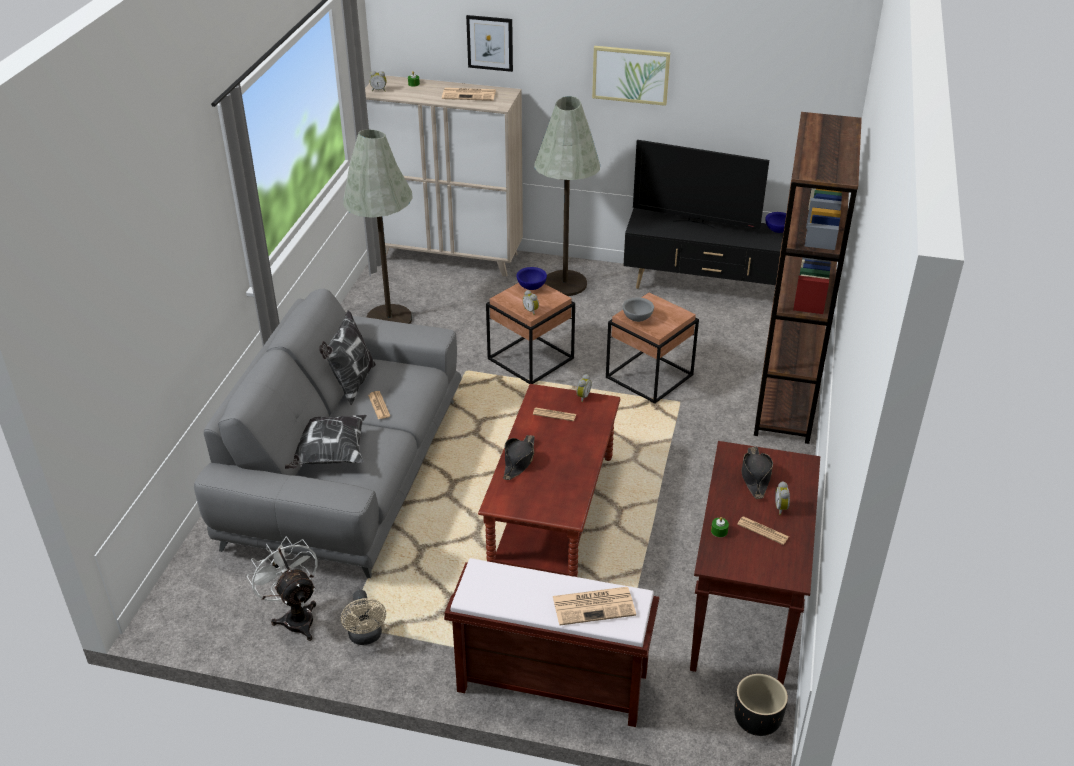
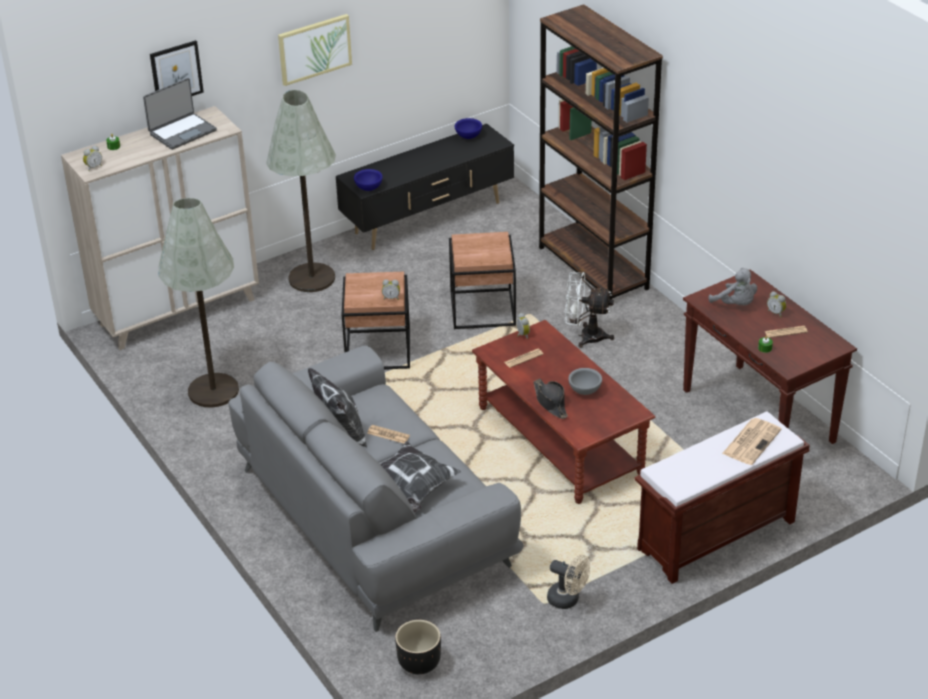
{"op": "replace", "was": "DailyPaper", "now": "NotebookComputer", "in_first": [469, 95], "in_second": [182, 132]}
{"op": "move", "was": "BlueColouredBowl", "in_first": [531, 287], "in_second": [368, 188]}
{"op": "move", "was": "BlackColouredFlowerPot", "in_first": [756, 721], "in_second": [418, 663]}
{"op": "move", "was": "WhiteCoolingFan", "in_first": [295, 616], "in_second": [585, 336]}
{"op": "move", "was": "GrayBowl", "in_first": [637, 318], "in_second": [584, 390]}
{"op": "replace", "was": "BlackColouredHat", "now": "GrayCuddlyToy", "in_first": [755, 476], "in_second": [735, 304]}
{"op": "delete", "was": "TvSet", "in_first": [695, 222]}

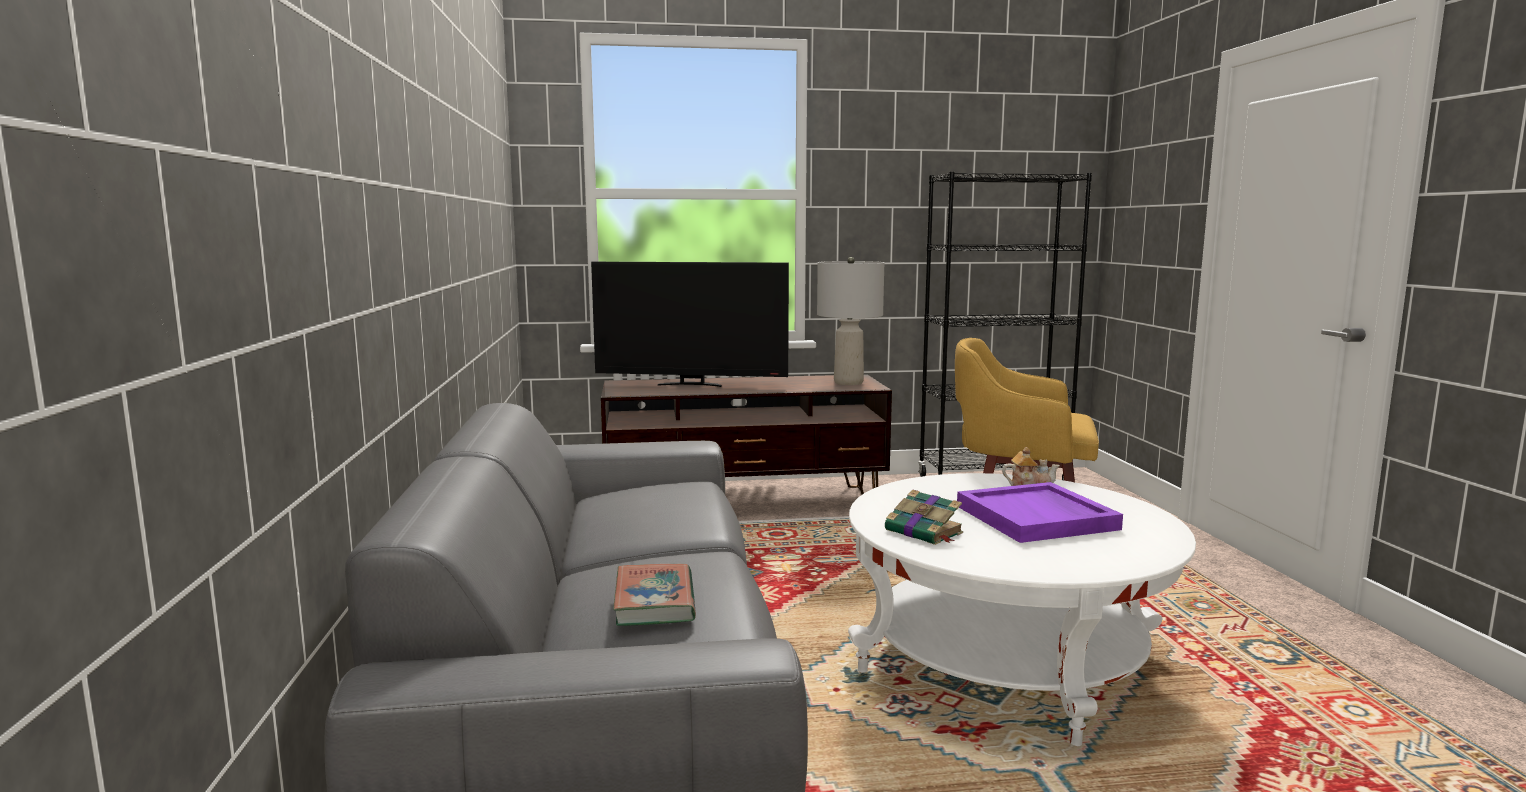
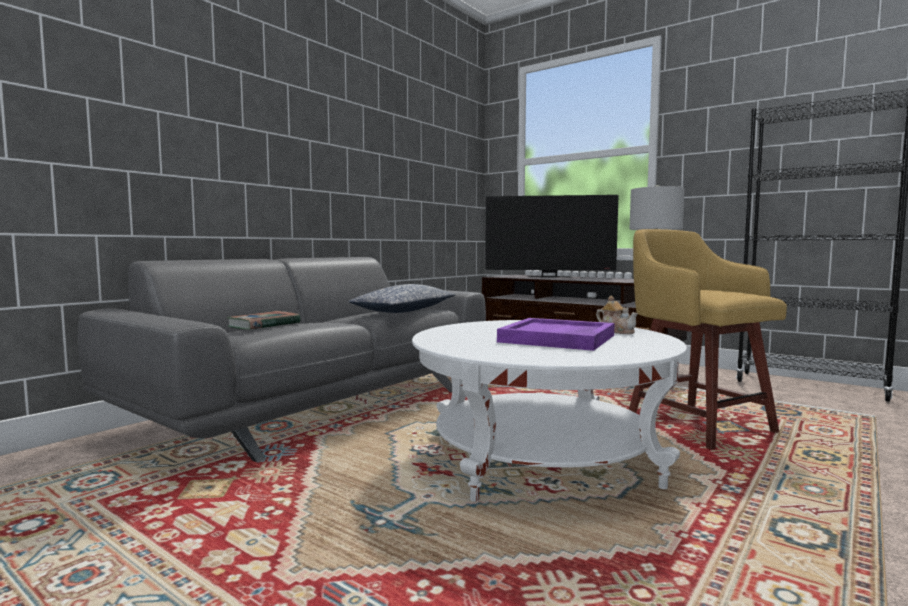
{"op": "insert", "now": "Cushion", "in_second": [404, 311]}
{"op": "rotate", "was": "TvSet", "in_first": [691, 384], "in_second": [549, 277], "clockwise": -45}
{"op": "delete", "was": "Volume", "in_first": [925, 532]}

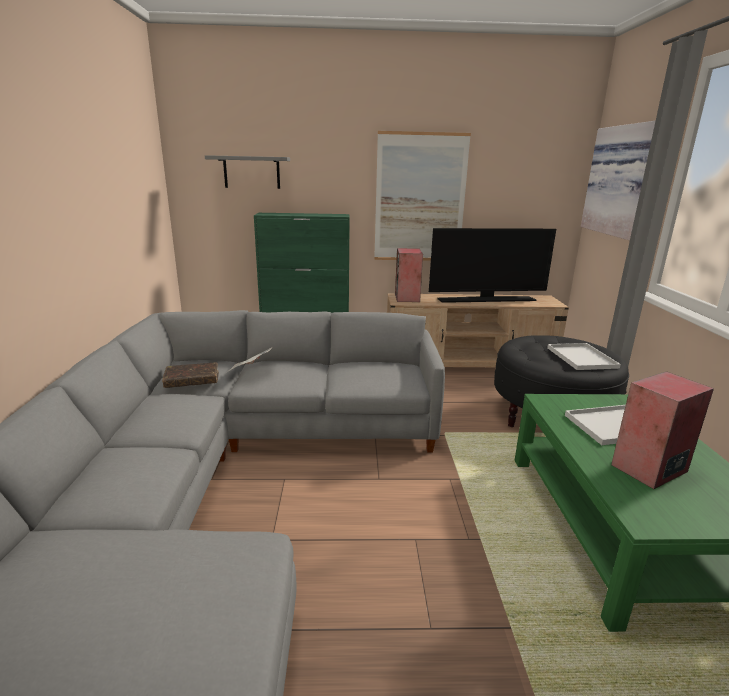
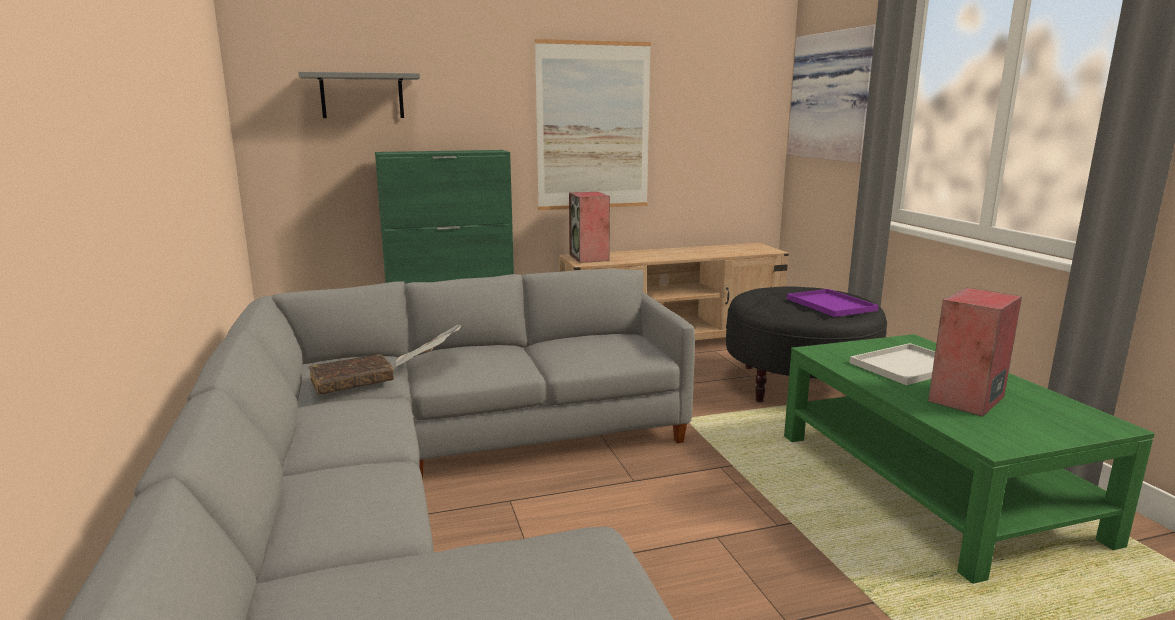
{"op": "recolor", "was": "WhiteServingTray", "now": "PurpleServingTray", "in_first": [583, 358], "in_second": [832, 305]}
{"op": "delete", "was": "TvSet", "in_first": [486, 300]}

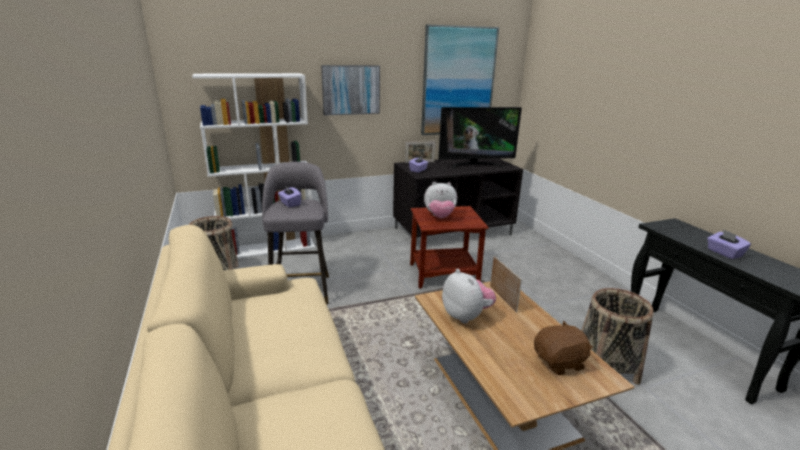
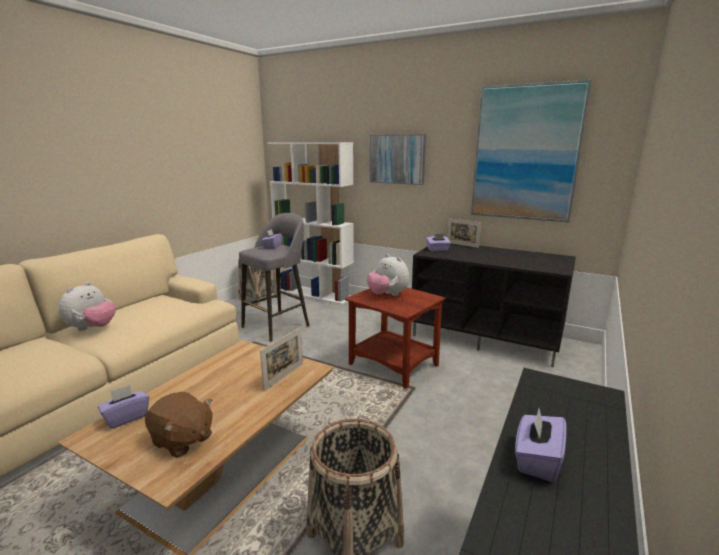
{"op": "move", "was": "CuddlyToy", "in_first": [466, 316], "in_second": [92, 328]}
{"op": "insert", "now": "PurpleTissueBox", "in_second": [126, 417]}
{"op": "delete", "was": "TvSet", "in_first": [475, 165]}

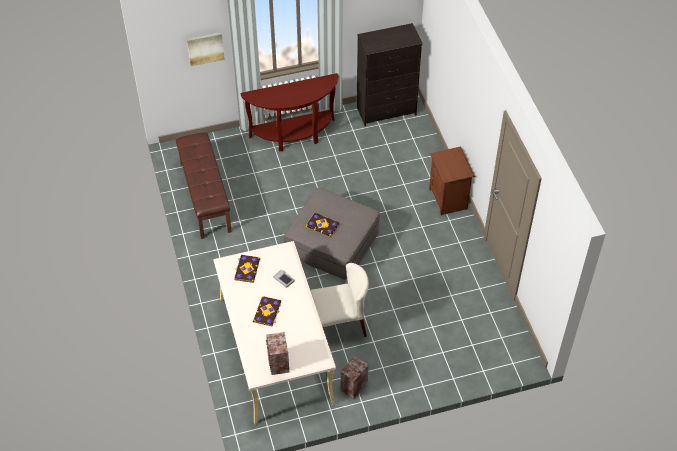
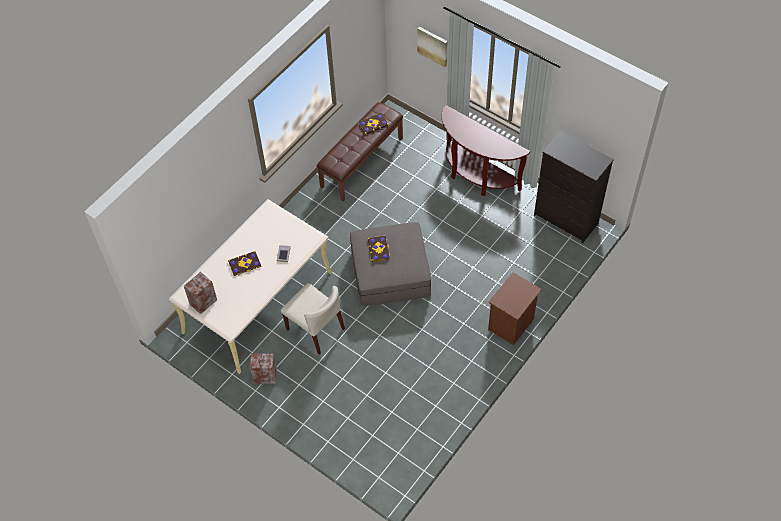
{"op": "move", "was": "Volume", "in_first": [246, 269], "in_second": [373, 124]}

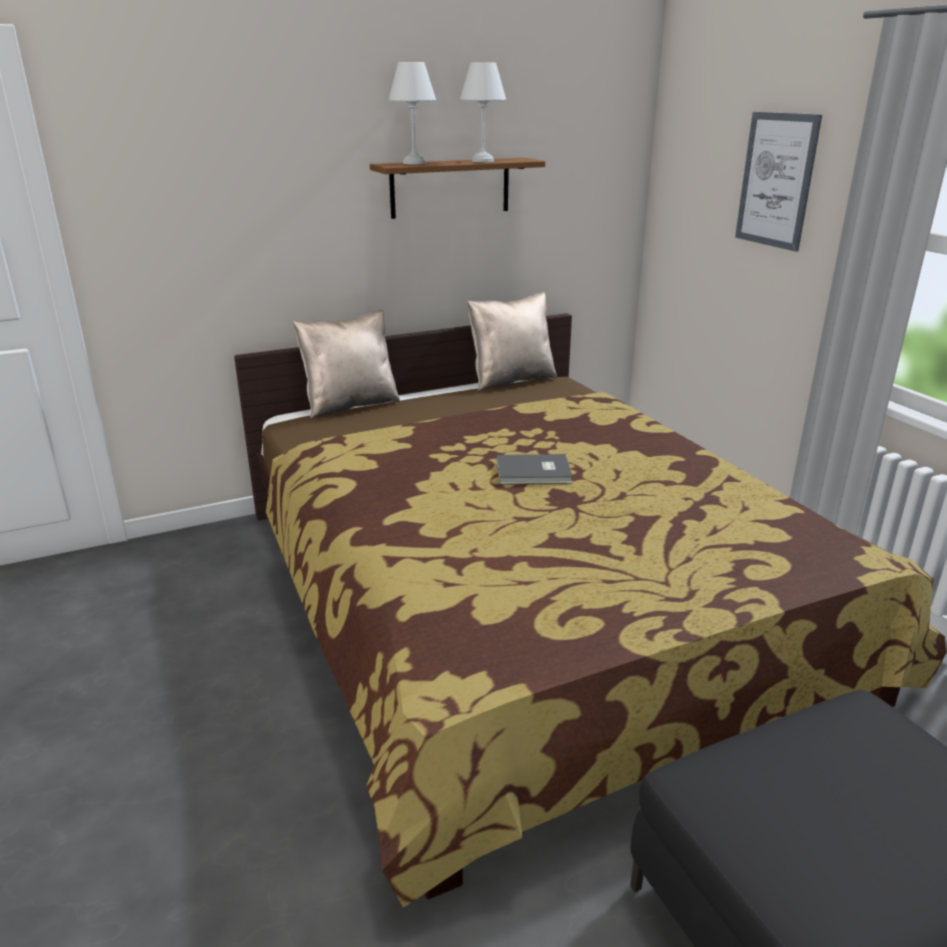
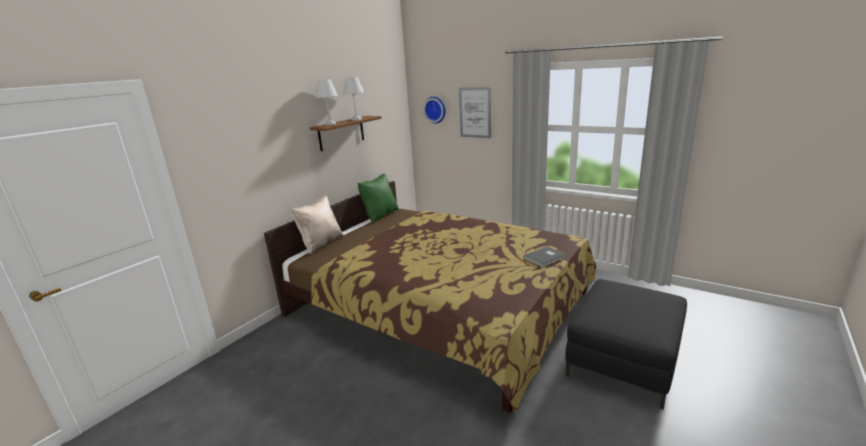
{"op": "recolor", "was": "SandColouredCushion", "now": "GreenColouredCushion", "in_first": [511, 380], "in_second": [380, 215]}
{"op": "insert", "now": "HangingClock", "in_second": [435, 109]}
{"op": "move", "was": "GrayVolume", "in_first": [534, 473], "in_second": [545, 258]}

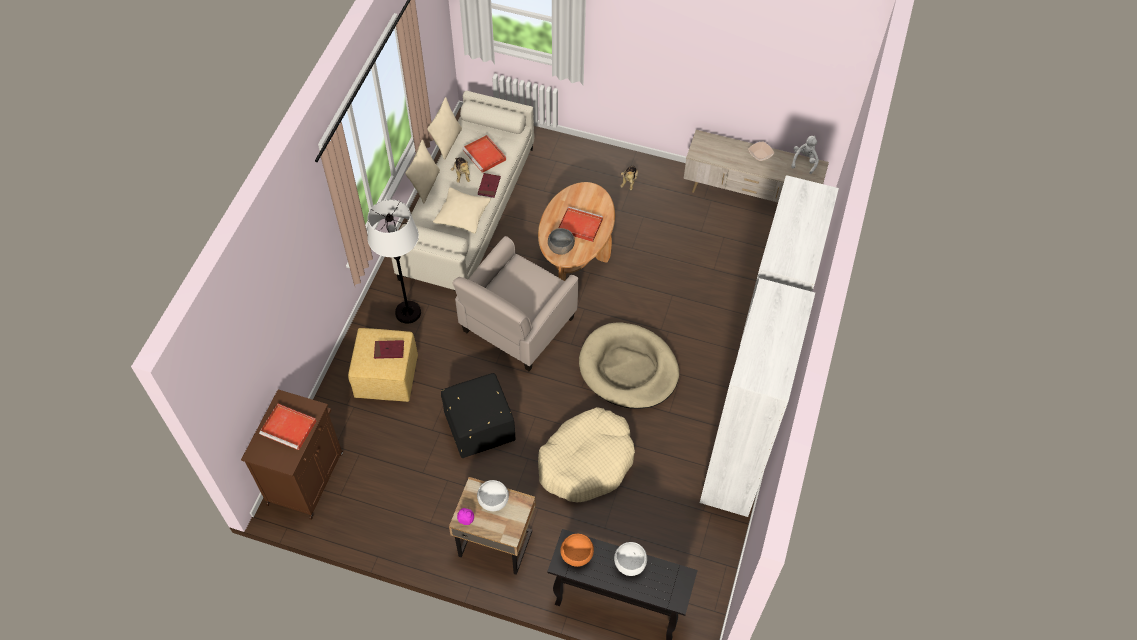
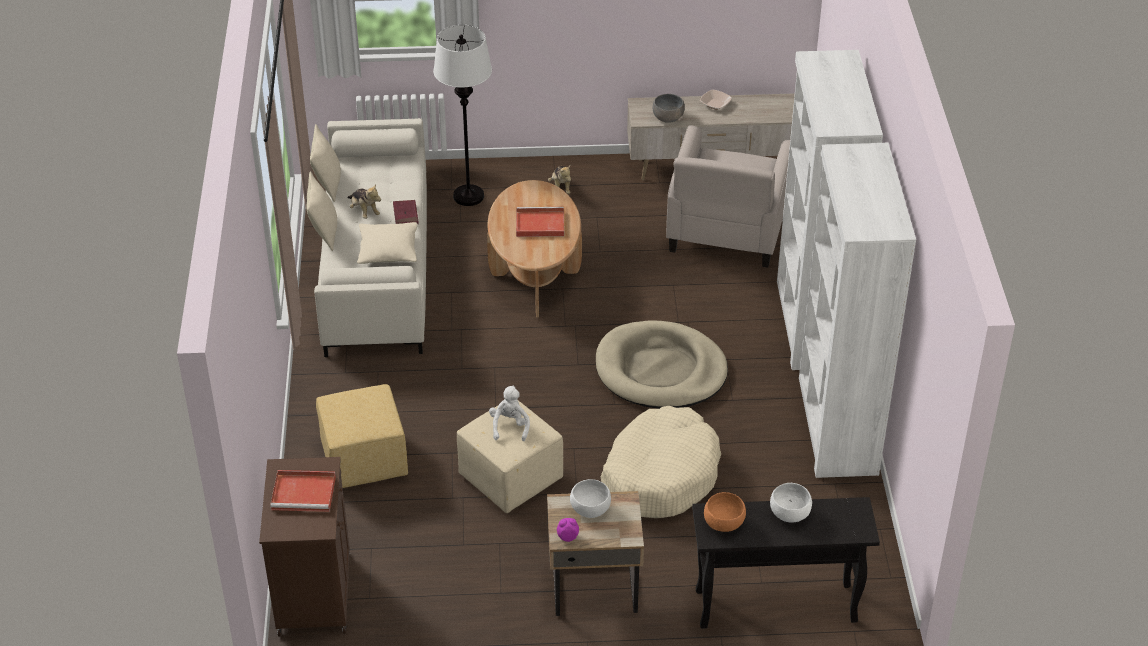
{"op": "move", "was": "WhiteStandingLamp", "in_first": [408, 312], "in_second": [469, 196]}
{"op": "recolor", "was": "BlackColouredOttoman", "now": "SandColouredOttoman", "in_first": [478, 427], "in_second": [509, 479]}
{"op": "move", "was": "WhiteCuddlyToy", "in_first": [804, 161], "in_second": [510, 426]}
{"op": "move", "was": "GrayBowl", "in_first": [560, 247], "in_second": [668, 118]}
{"op": "move", "was": "SandColouredArmchair", "in_first": [517, 325], "in_second": [726, 231]}
{"op": "delete", "was": "ReddishVolume", "in_first": [389, 350]}
{"op": "delete", "was": "ReddishServingTray", "in_first": [485, 155]}

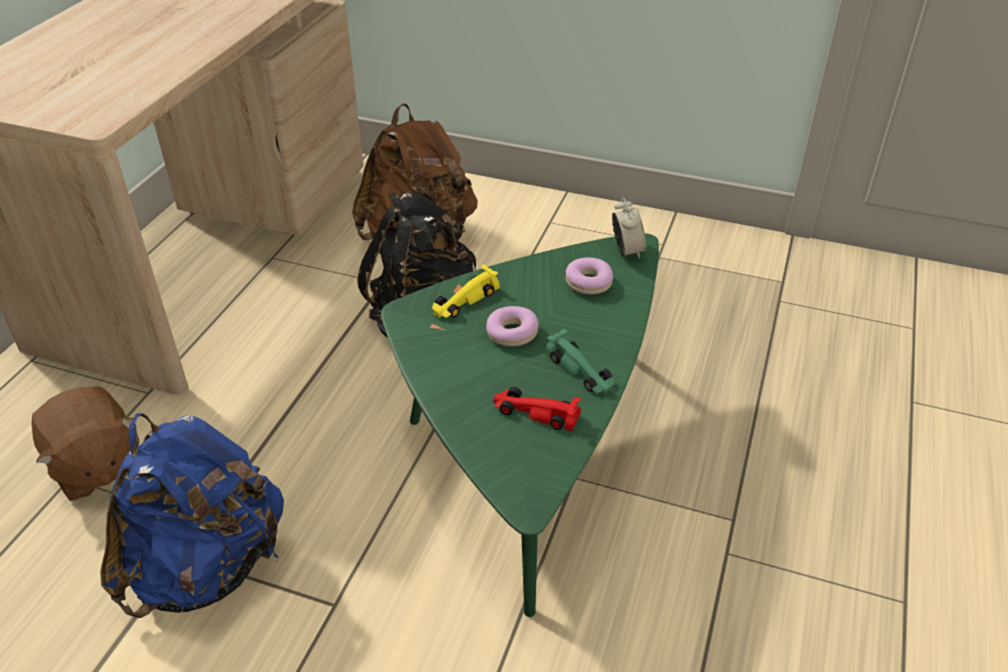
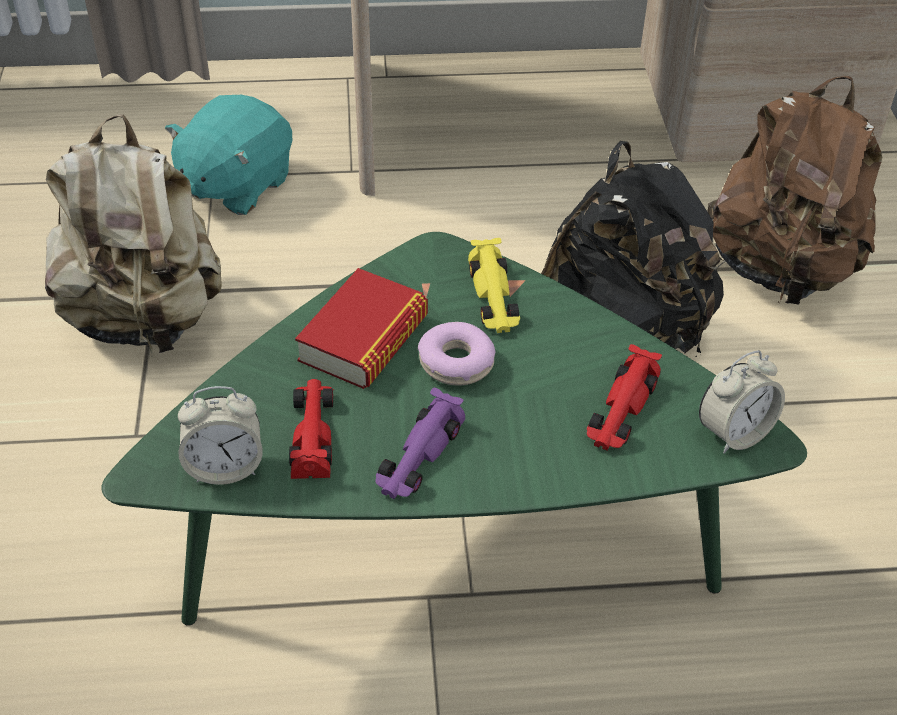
{"op": "recolor", "was": "BlueColouredKnapsack", "now": "SandColouredKnapsack", "in_first": [207, 567], "in_second": [146, 318]}
{"op": "recolor", "was": "BrownColouredCuddlyToy", "now": "TurquoiseCuddlyToy", "in_first": [96, 467], "in_second": [235, 185]}
{"op": "insert", "now": "BedsideClock", "in_second": [225, 467]}
{"op": "insert", "now": "Volume", "in_second": [363, 339]}
{"op": "recolor", "was": "GreenColouredToyCar", "now": "PurpleToyCar", "in_first": [580, 371], "in_second": [419, 455]}
{"op": "rotate", "was": "YellowishToyCar", "in_first": [464, 300], "in_second": [493, 296], "clockwise": -120}
{"op": "replace", "was": "Donut", "now": "ReddishToyCar", "in_first": [588, 282], "in_second": [622, 409]}

